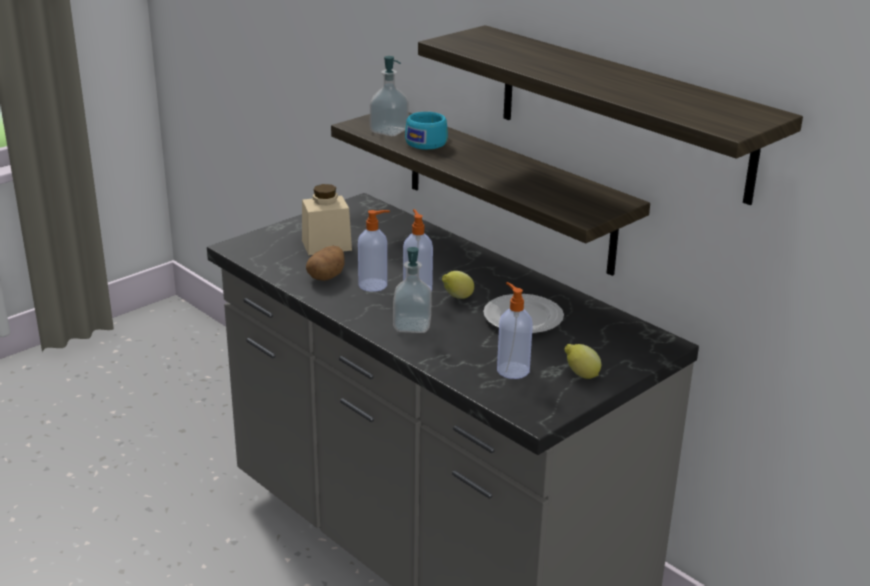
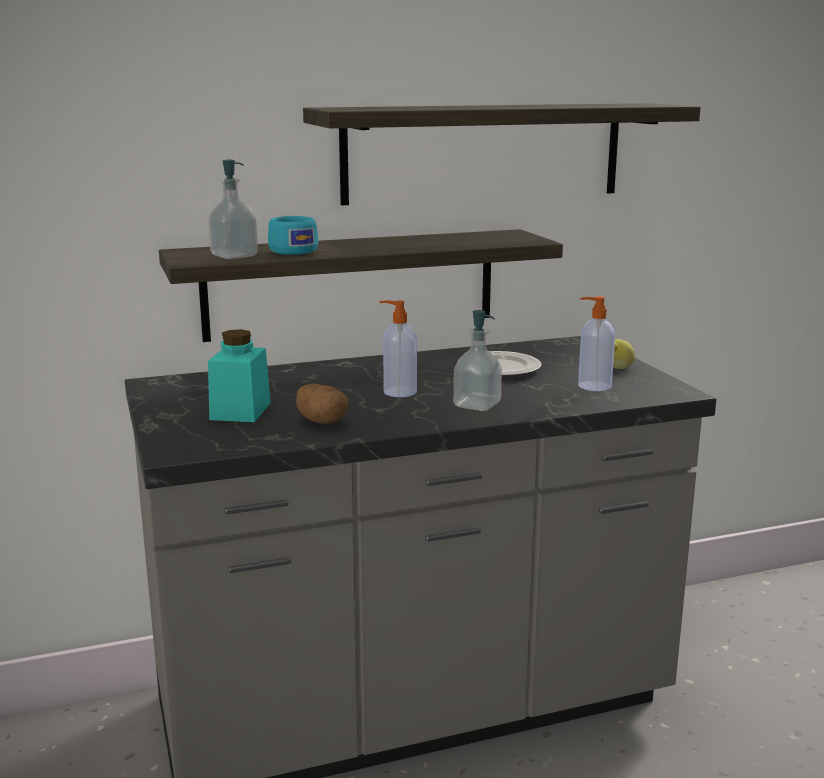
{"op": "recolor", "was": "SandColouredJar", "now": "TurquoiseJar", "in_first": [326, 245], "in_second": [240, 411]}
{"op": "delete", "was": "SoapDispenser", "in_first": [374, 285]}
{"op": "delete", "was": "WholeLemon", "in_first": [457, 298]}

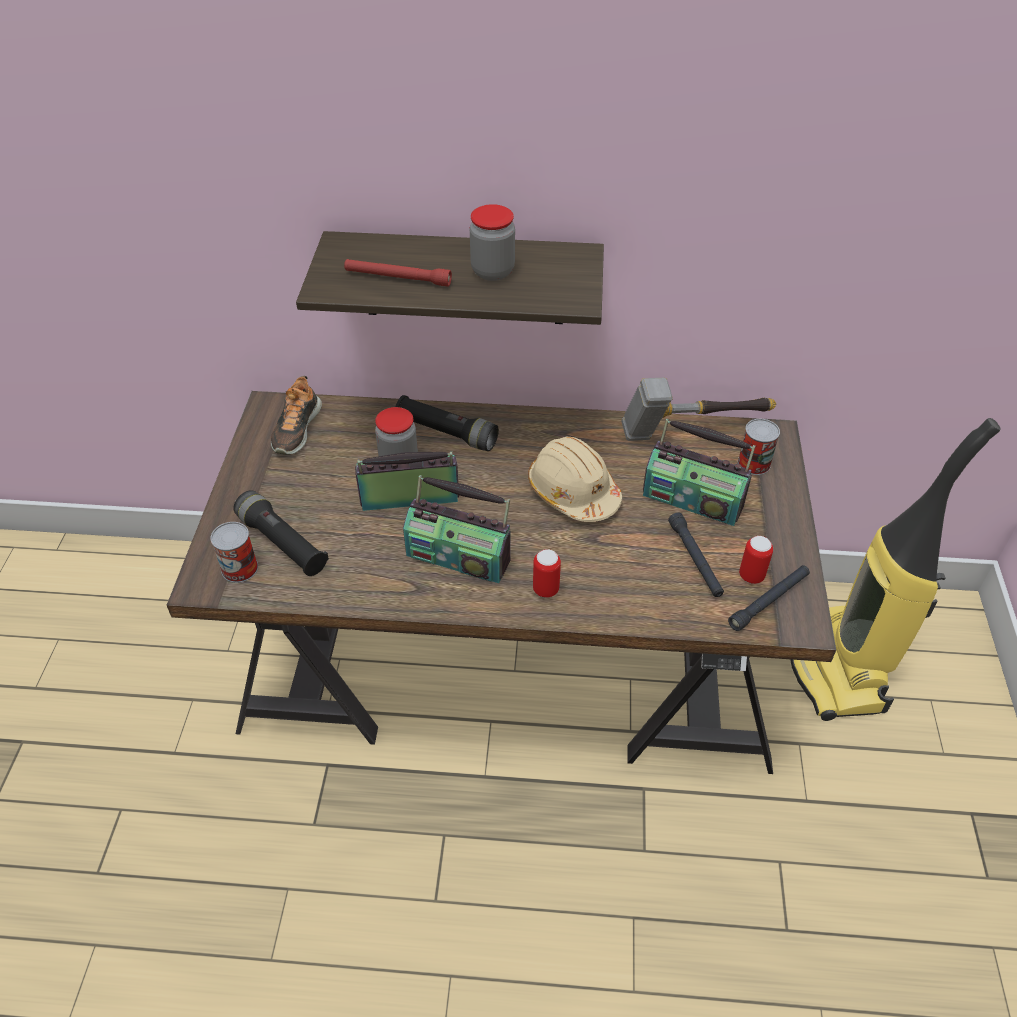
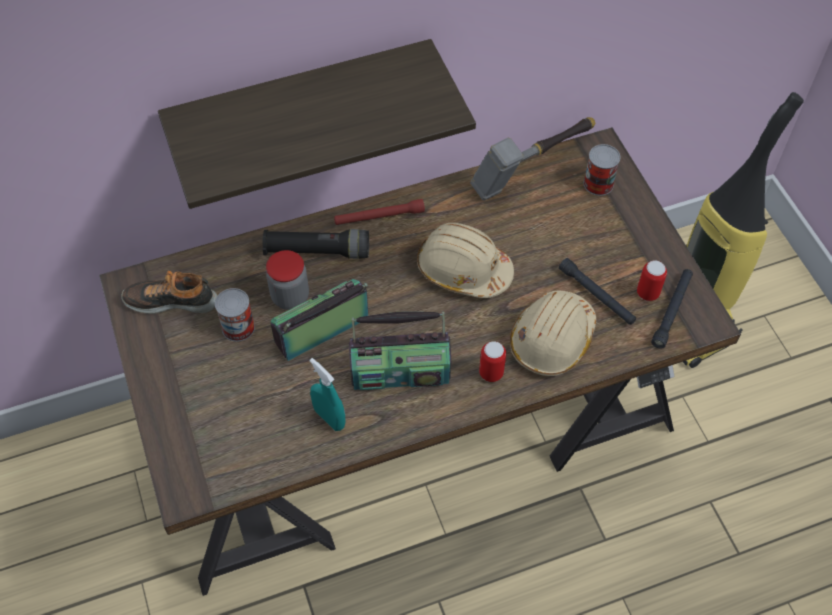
{"op": "rotate", "was": "ItemOfFootwear", "in_first": [296, 429], "in_second": [172, 300], "clockwise": 105}
{"op": "move", "was": "SealedCan", "in_first": [239, 568], "in_second": [238, 327]}
{"op": "insert", "now": "TurquoiseSprayer", "in_second": [329, 418]}
{"op": "move", "was": "ReddishTorch", "in_first": [397, 278], "in_second": [379, 217]}
{"op": "insert", "now": "SandColouredWorkHelmet", "in_second": [552, 339]}
{"op": "delete", "was": "BlackColouredTorch", "in_first": [282, 543]}
{"op": "delete", "was": "Jar", "in_first": [492, 271]}
{"op": "delete", "was": "Radio", "in_first": [693, 499]}

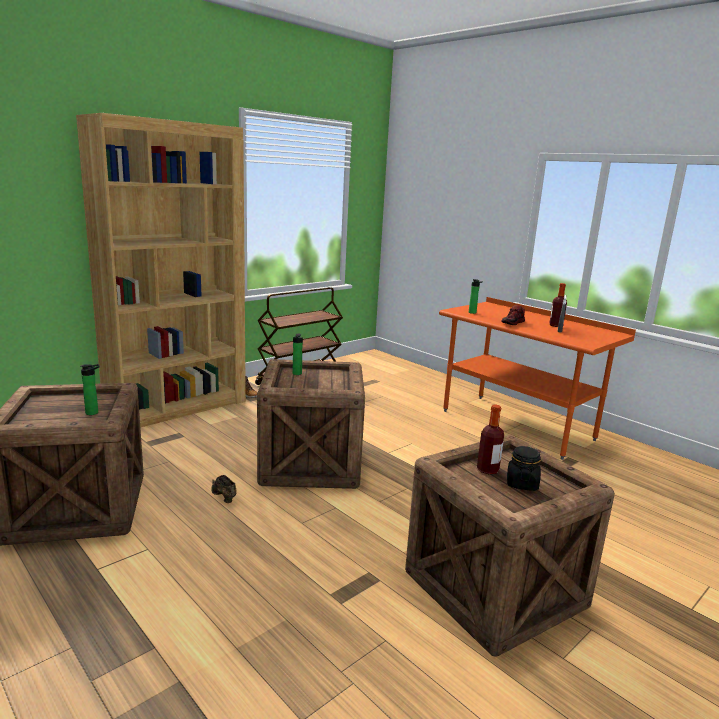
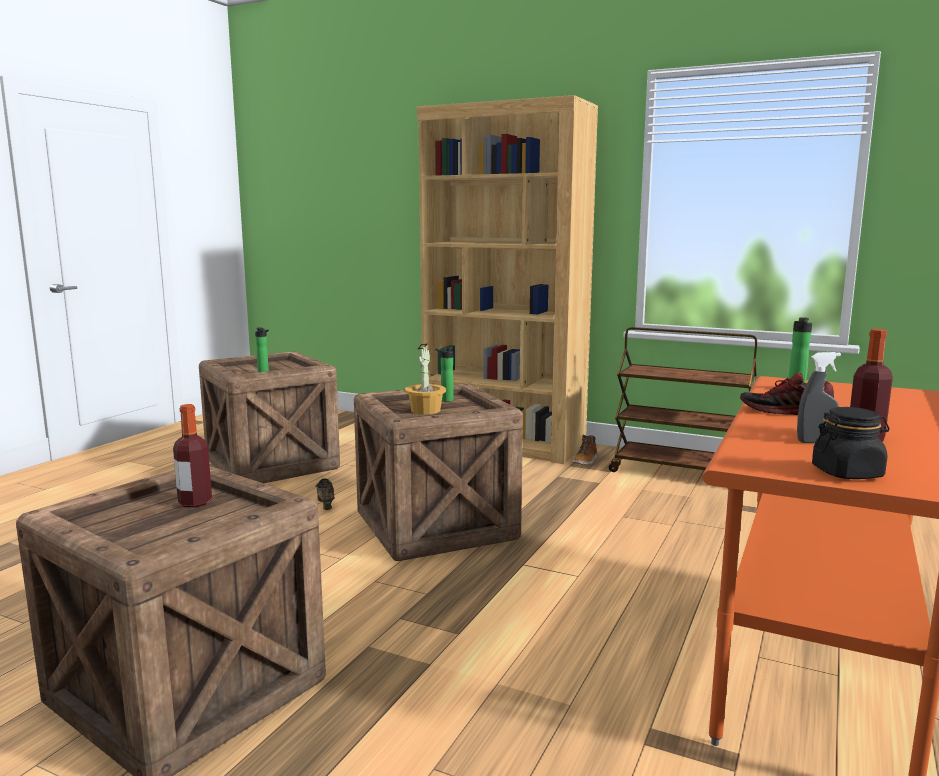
{"op": "rotate", "was": "BrownColouredItemOfFootwear", "in_first": [223, 497], "in_second": [326, 504], "clockwise": -45}
{"op": "insert", "now": "PottedPlant", "in_second": [426, 410]}
{"op": "move", "was": "BlackColouredJar", "in_first": [521, 483], "in_second": [847, 473]}

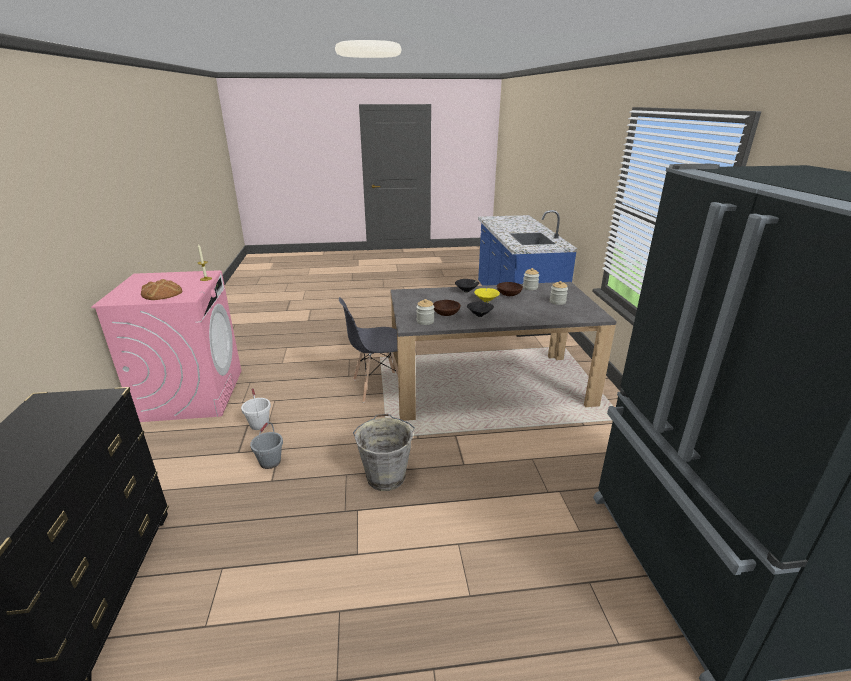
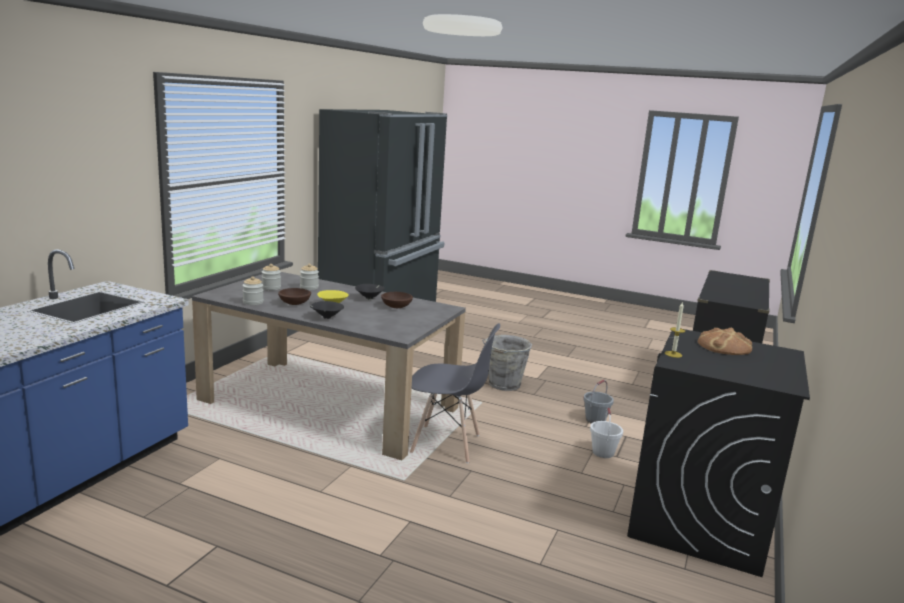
{"op": "move", "was": "Jar", "in_first": [425, 321], "in_second": [309, 287]}
{"op": "recolor", "was": "PinkishWashingMachine", "now": "BlackColouredWashingMachine", "in_first": [192, 394], "in_second": [699, 521]}

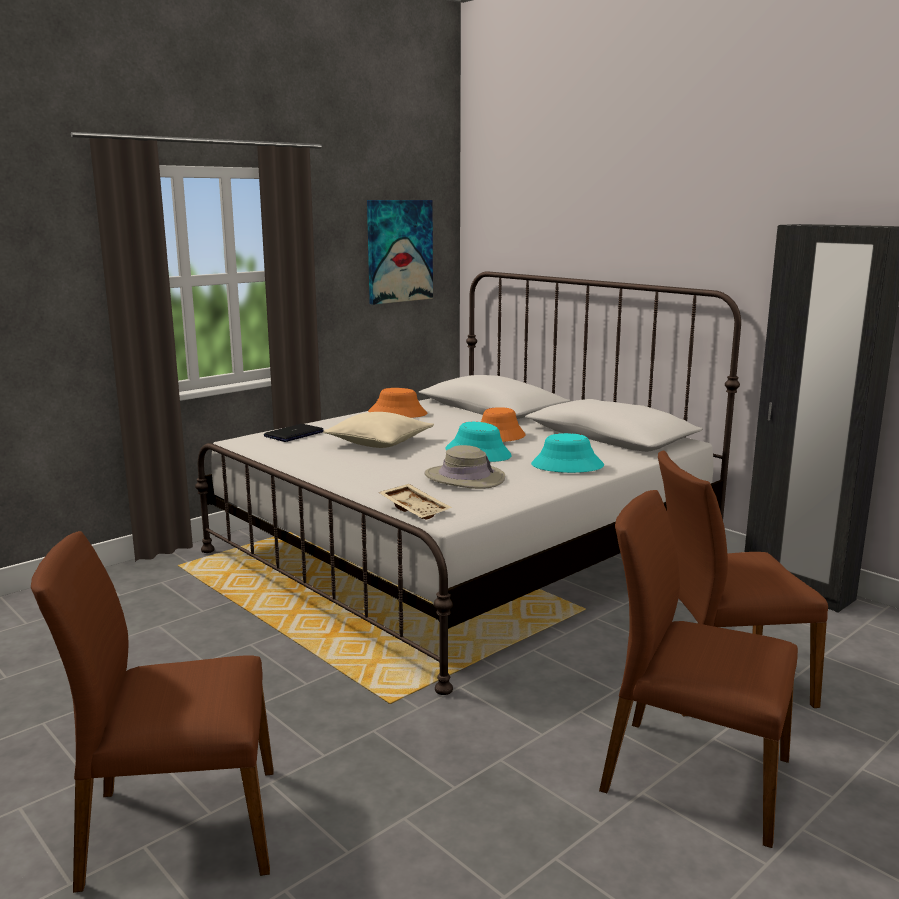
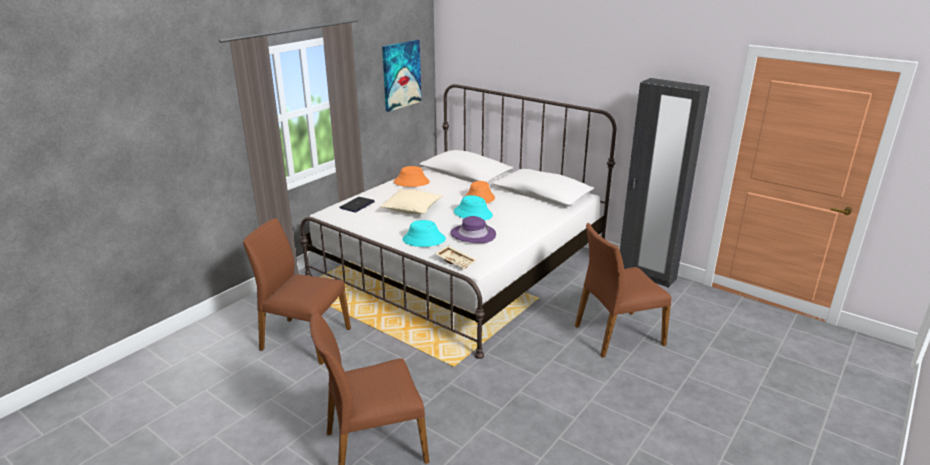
{"op": "move", "was": "BrownColouredPlainChair", "in_first": [693, 775], "in_second": [304, 339]}
{"op": "move", "was": "TurquoiseHat", "in_first": [567, 466], "in_second": [424, 240]}
{"op": "recolor", "was": "SandColouredHat", "now": "PurpleHat", "in_first": [464, 478], "in_second": [473, 234]}

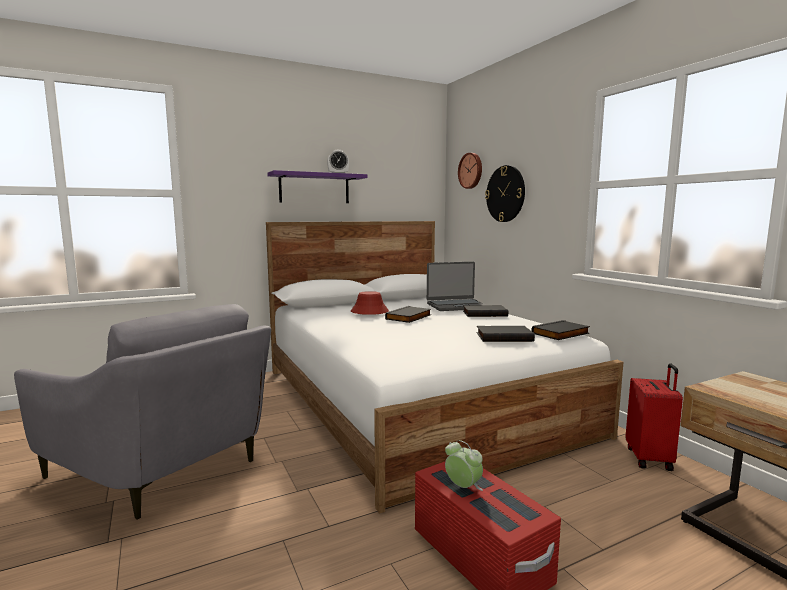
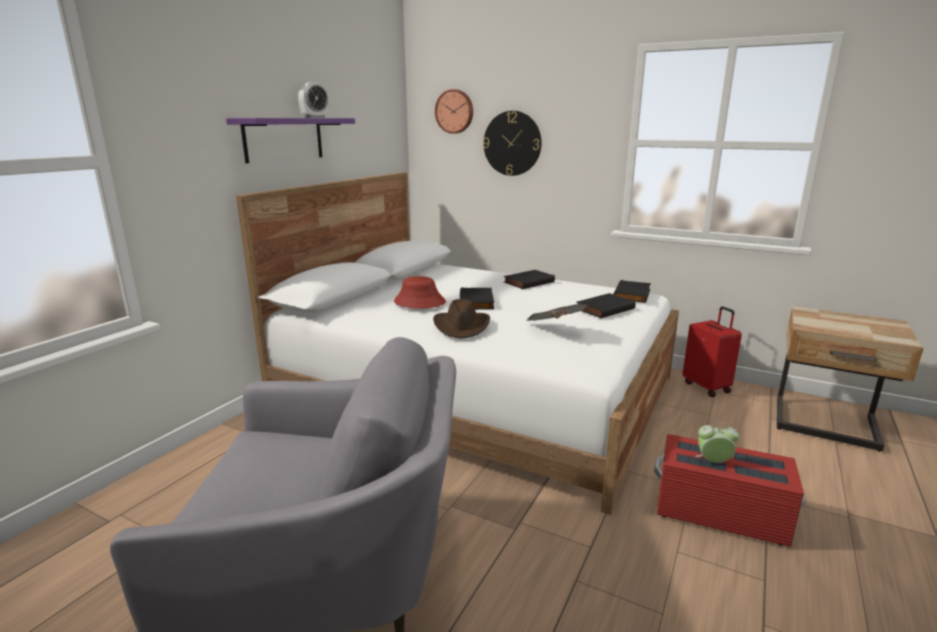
{"op": "insert", "now": "BrownColouredHat", "in_second": [462, 326]}
{"op": "insert", "now": "DailyPaper", "in_second": [555, 328]}
{"op": "delete", "was": "NotebookComputer", "in_first": [456, 306]}

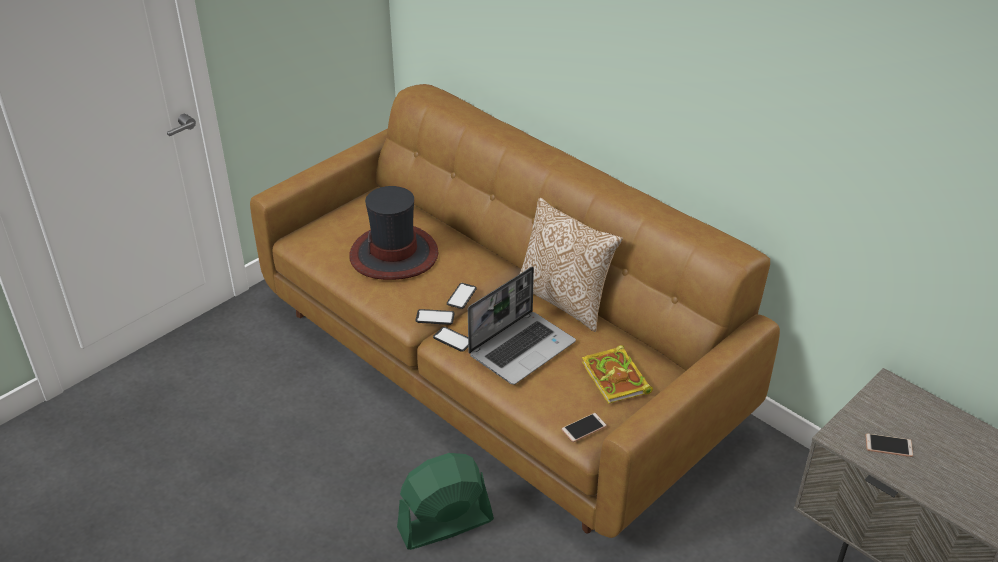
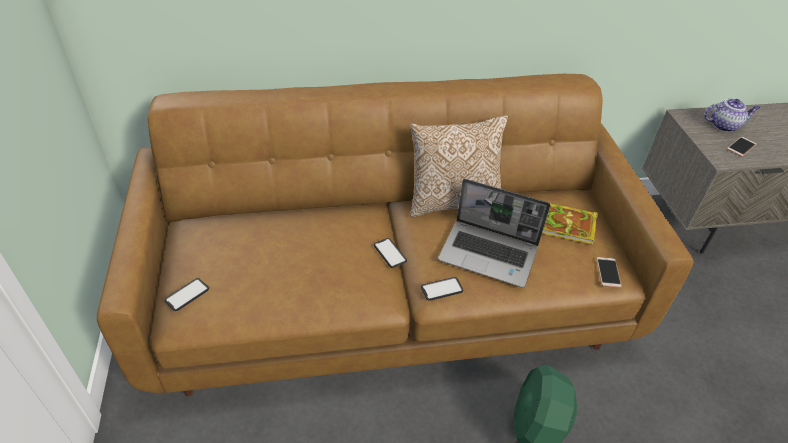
{"op": "move", "was": "Telephone", "in_first": [435, 317], "in_second": [187, 295]}
{"op": "rotate", "was": "NotebookComputer", "in_first": [522, 348], "in_second": [490, 254], "clockwise": 120}
{"op": "insert", "now": "TeaPot", "in_second": [724, 125]}
{"op": "delete", "was": "Hat", "in_first": [394, 254]}

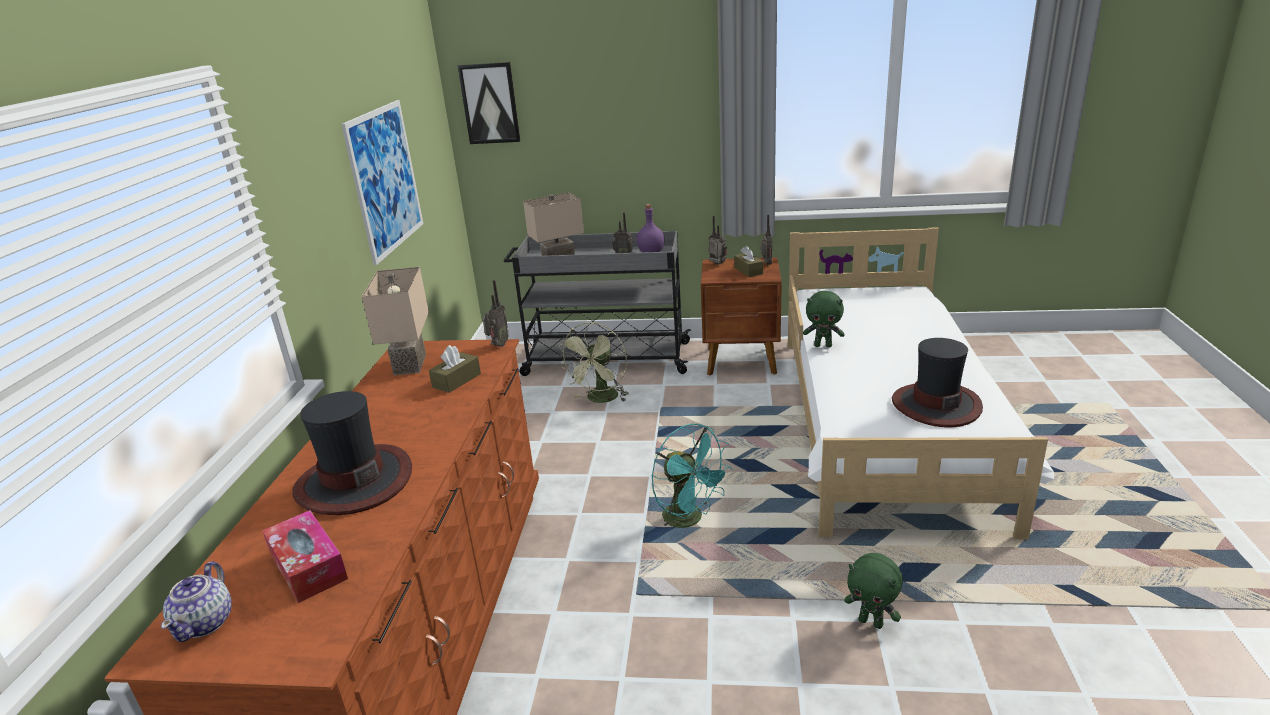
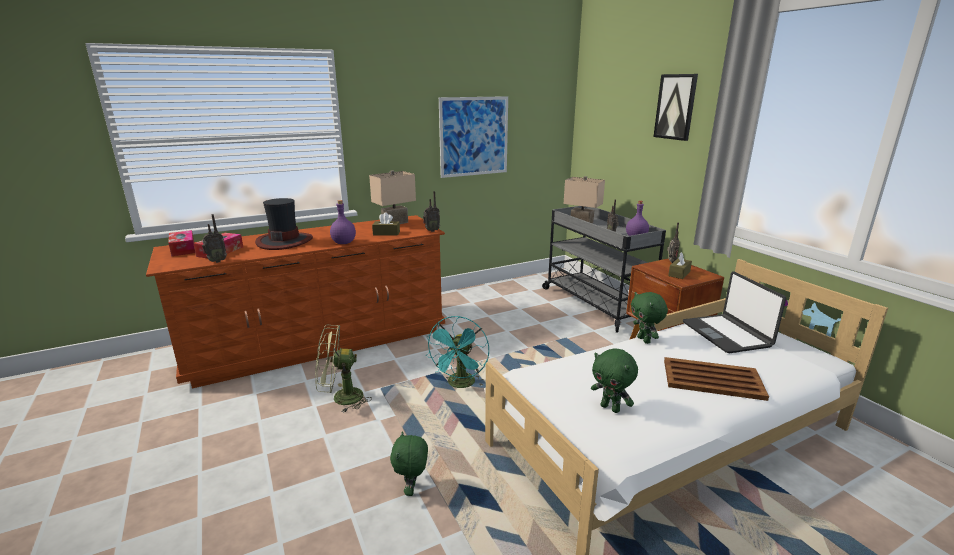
{"op": "replace", "was": "TeaPot", "now": "TissueBox", "in_first": [206, 622], "in_second": [183, 249]}
{"op": "move", "was": "Radio", "in_first": [766, 264], "in_second": [216, 261]}
{"op": "move", "was": "GreenColouredCoolingFan", "in_first": [600, 399], "in_second": [341, 398]}
{"op": "insert", "now": "PurpleDrinkBottle", "in_second": [344, 243]}
{"op": "replace", "was": "Hat", "now": "GreenColouredCuddlyToy", "in_first": [935, 405], "in_second": [610, 408]}
{"op": "move", "was": "Picture", "in_first": [490, 103], "in_second": [675, 107]}
{"op": "insert", "now": "BrownColouredServingTray", "in_second": [711, 379]}
{"op": "insert", "now": "NotebookComputer", "in_second": [726, 334]}

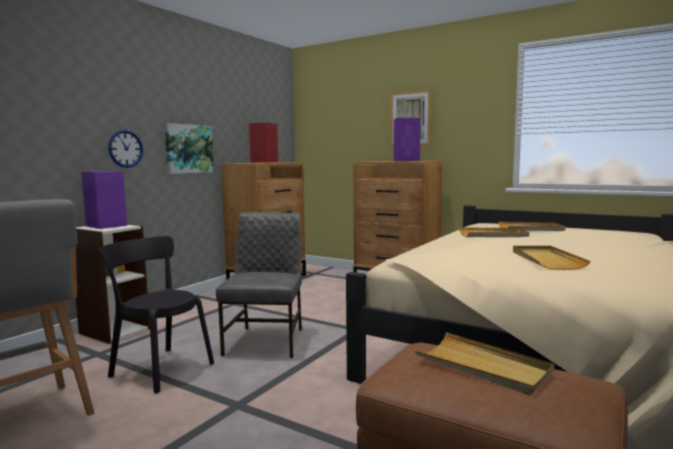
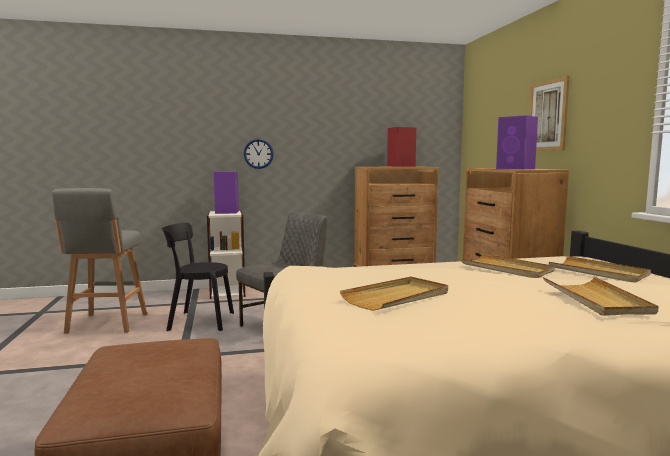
{"op": "rotate", "was": "BlackColouredPlainChair", "in_first": [159, 368], "in_second": [198, 321], "clockwise": -75}
{"op": "move", "was": "SandColouredServingTray", "in_first": [483, 366], "in_second": [596, 299]}
{"op": "delete", "was": "Picture", "in_first": [188, 149]}

